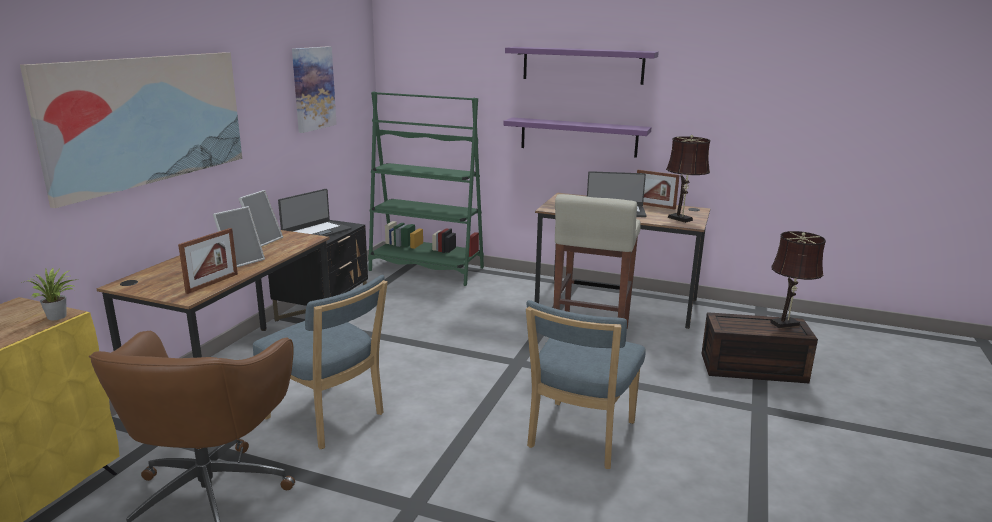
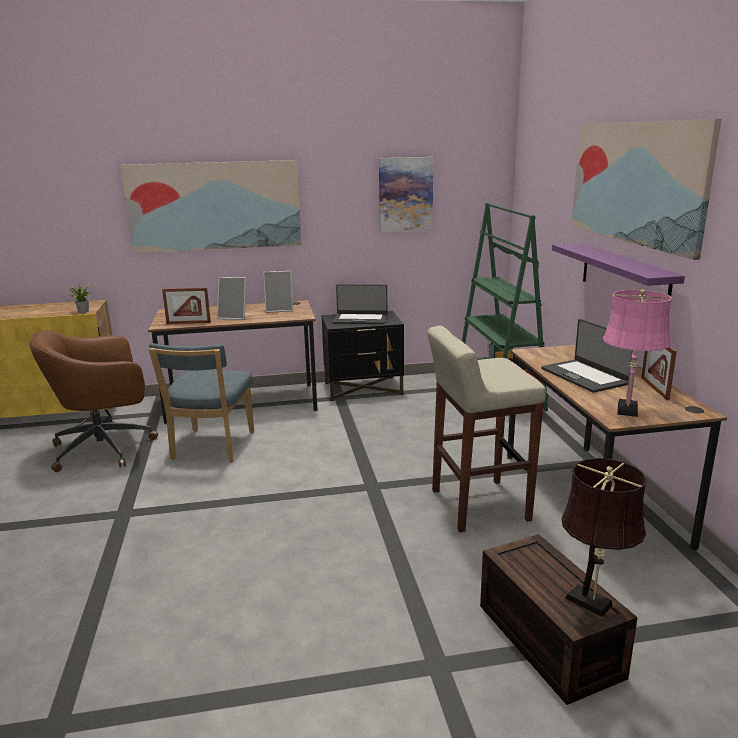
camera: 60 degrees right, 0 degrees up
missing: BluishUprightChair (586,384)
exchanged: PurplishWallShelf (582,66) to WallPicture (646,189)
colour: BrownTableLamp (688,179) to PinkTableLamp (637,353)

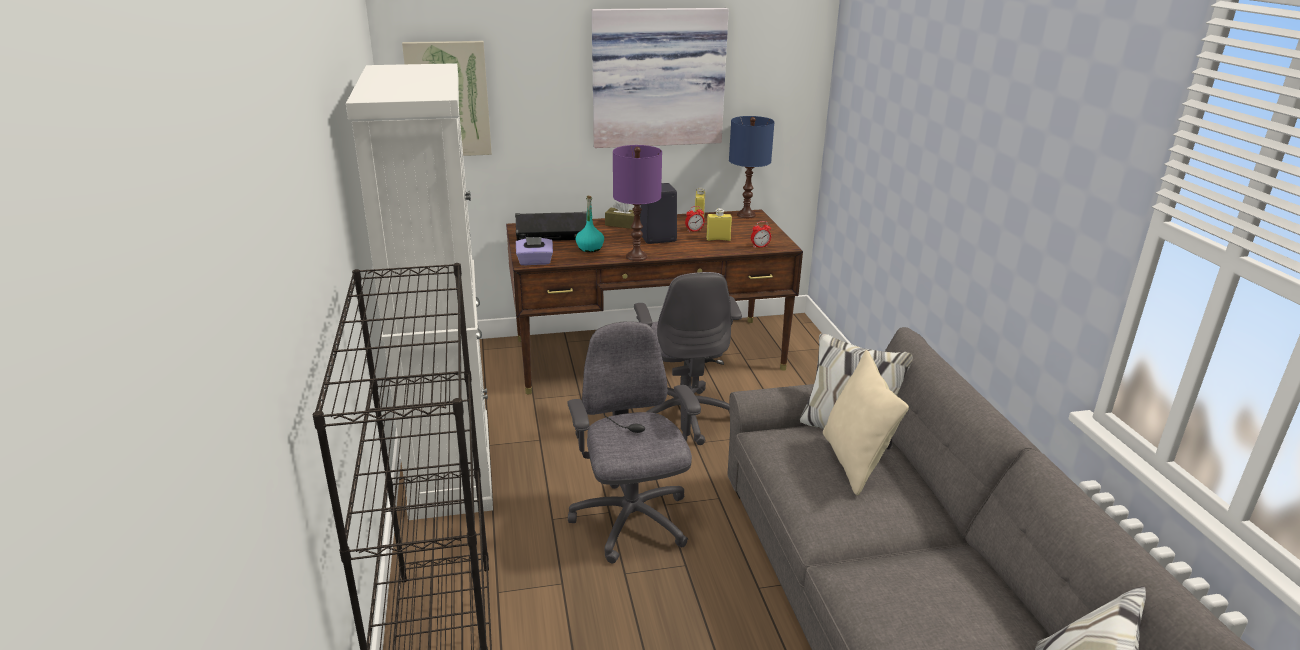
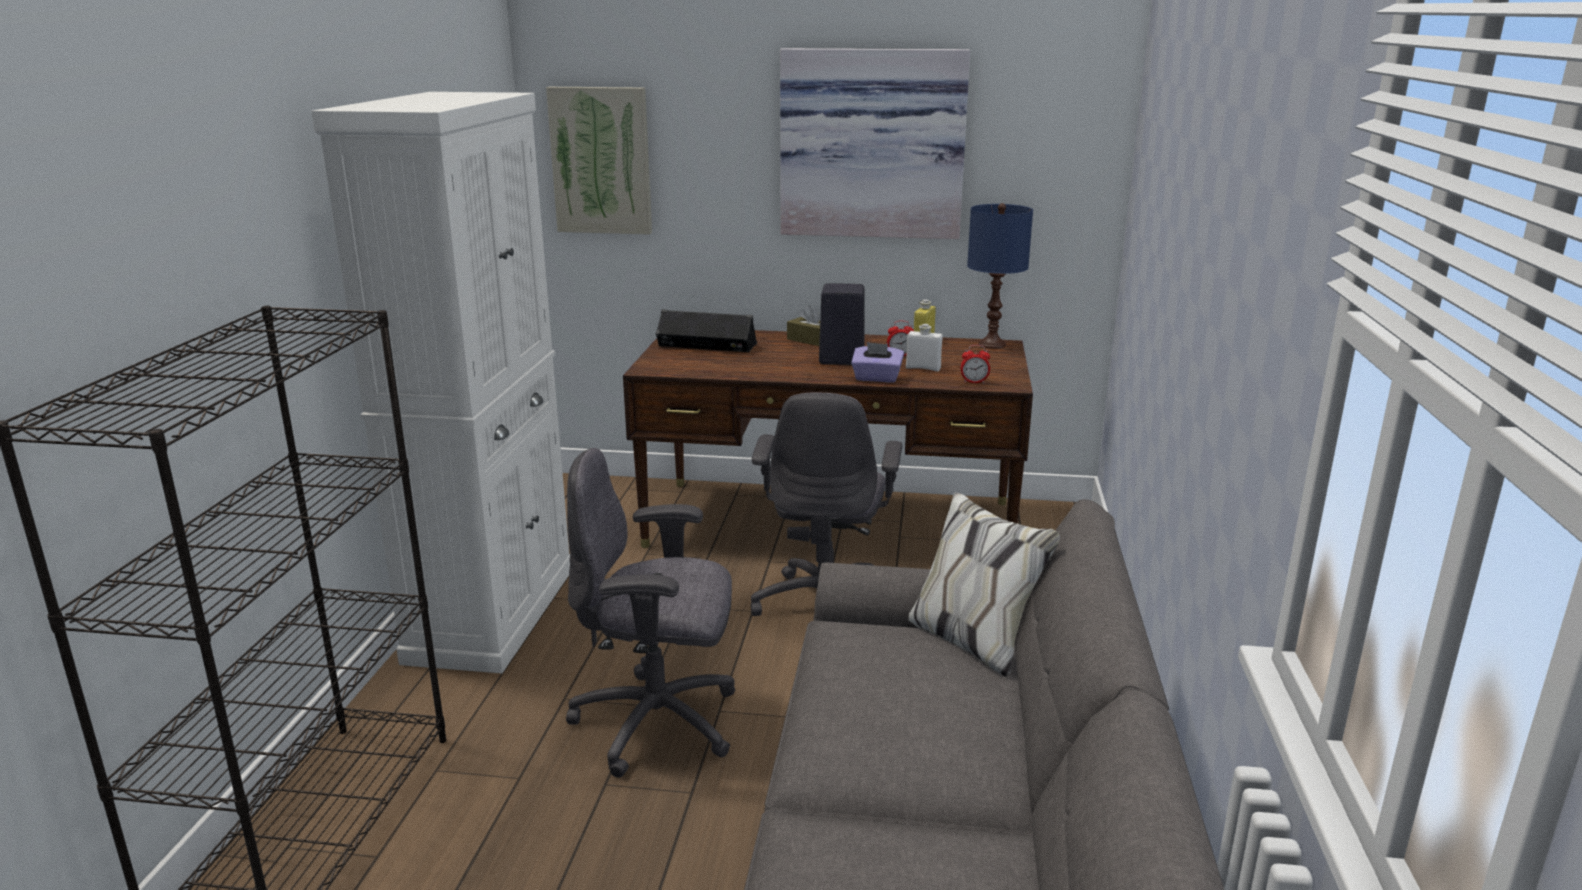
camera: 20 degrees right, 5 degrees down
missing: TurquoiseColouredBottle (590,224); PurplishTableLamp (637,203); BeigeCushion (866,423)
relocated: PurplishBoxOfTissues (534,251) to (877,362)
colour: YellowBottle (719,224) to WhiteBottle (924,348)
spun: GrayOfficeChair (634,442) = (650,613) 90 degrees counterclockwise

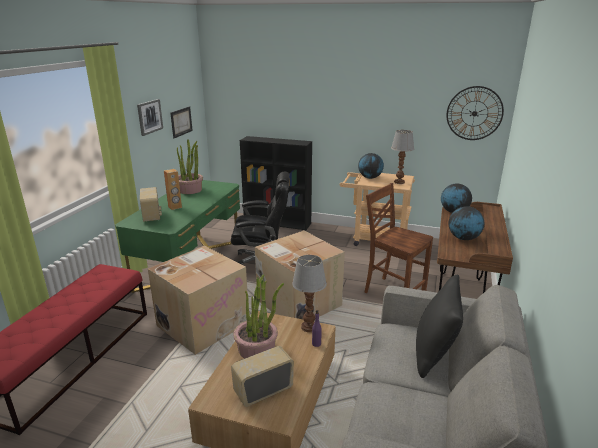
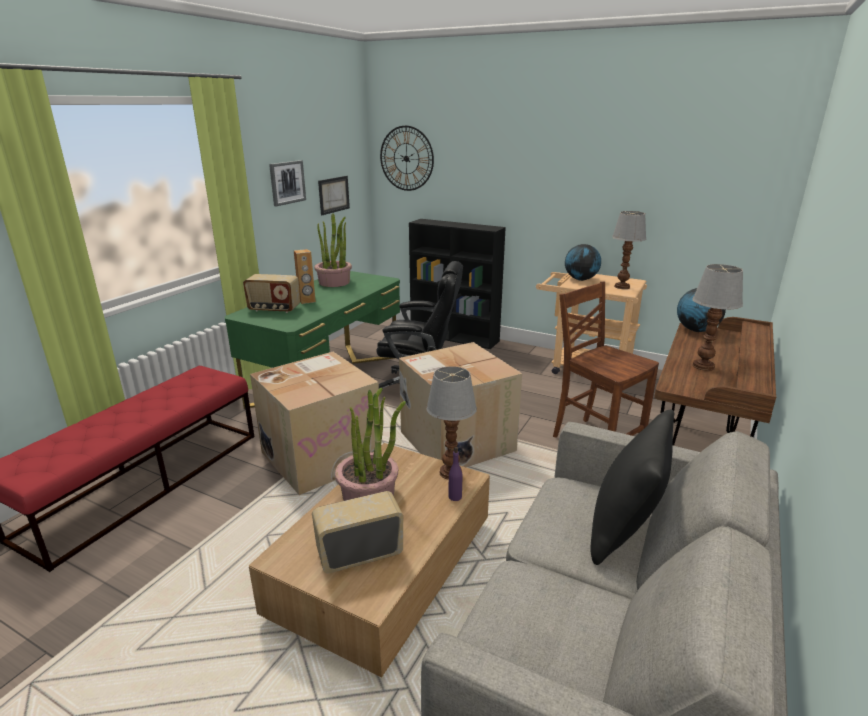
camera: 10 degrees right, 0 degrees up
relocated: WallClock (475,113) to (407,158)
exchanged: Globe (466,223) to TableLamp (717,317)
spun: Radio (151,204) = (271,293) 105 degrees clockwise

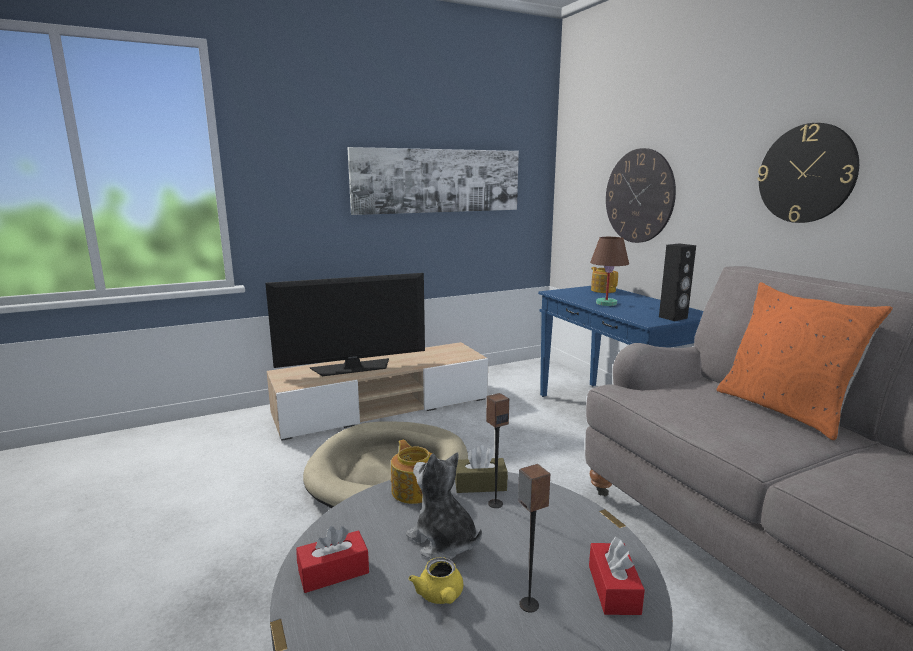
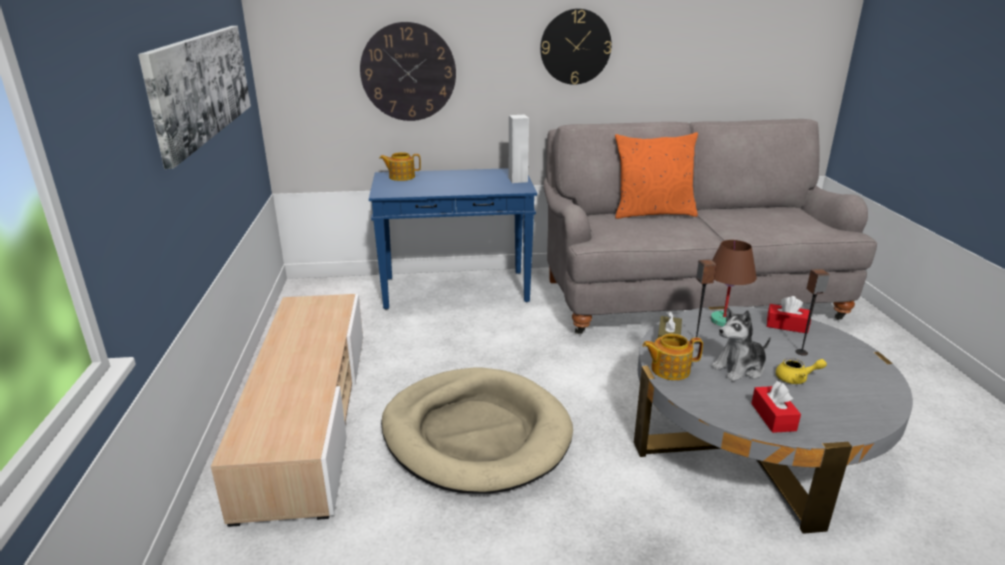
camera: 70 degrees left, 10 degrees up
missing: Television (345,324)
relocated: BrownTableLamp (609,271) to (734,283)
colour: BlackColouredSpeaker (677,282) to WhiteSpeaker (519,149)

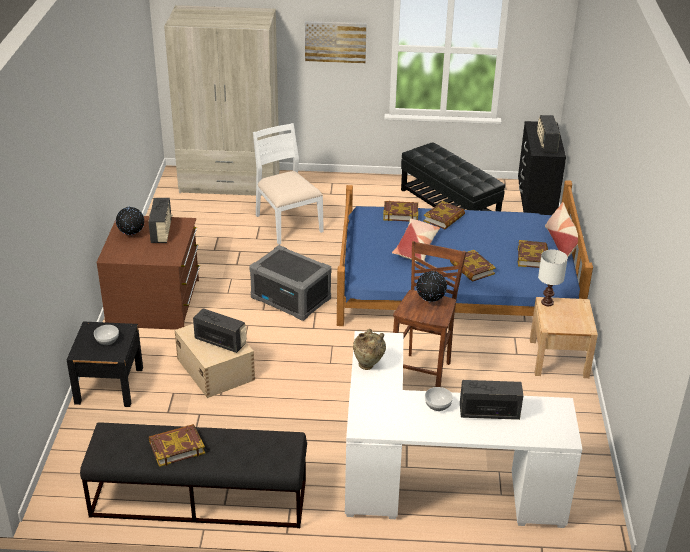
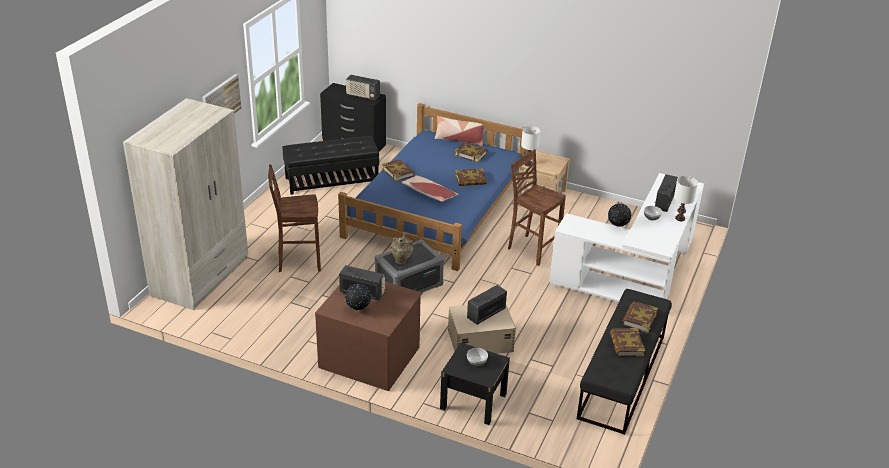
camera: 70 degrees left, 0 degrees up
appeared: WhiteTableLamp (686,198)
relocated: BeigeVase (369,349) to (402,248); Globe (431,286) to (619,215); BoundBook (400,211) to (640,317)
exchanged: WhiteUprightChair (288,184) to BrownStoolSeat (294,218)

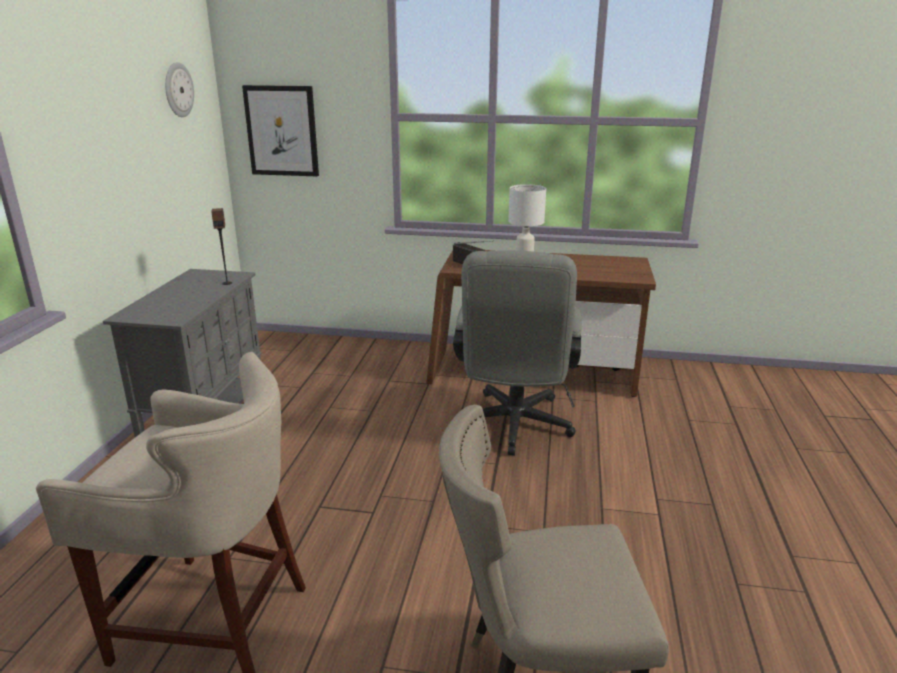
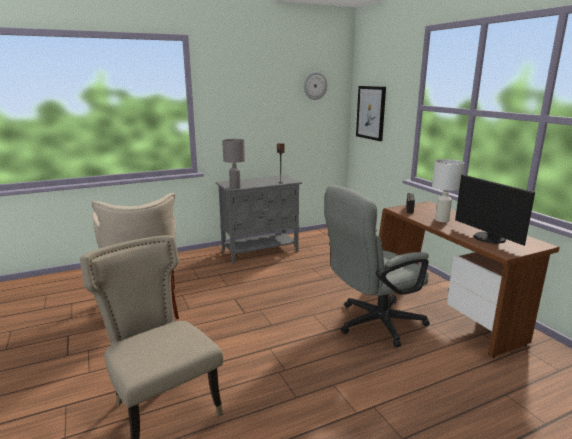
camera: 55 degrees right, 5 degrees down
appeared: GrayTableLamp (233,164); ComputerDisplay (495,210)

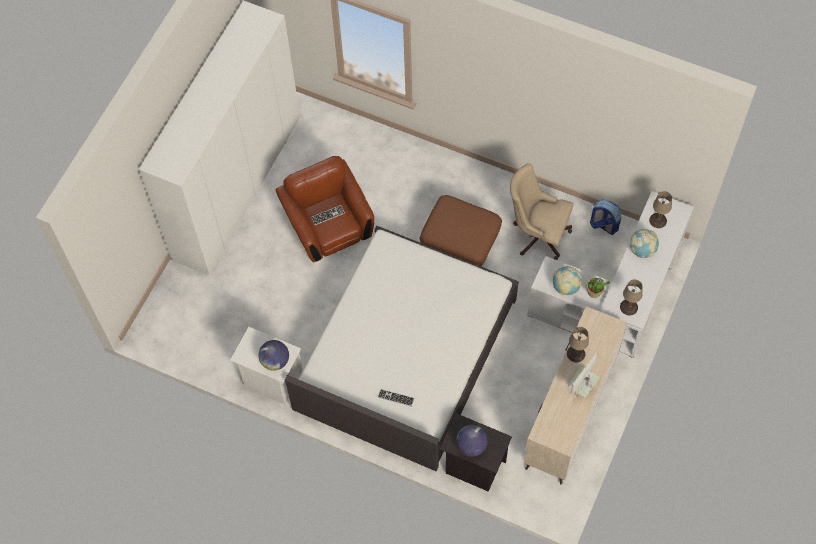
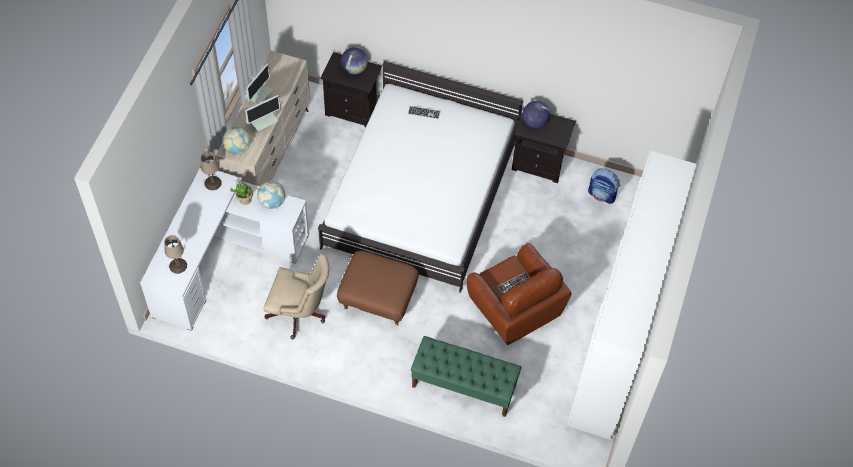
camera: 170 degrees right, 5 degrees down
appeared: GreenLongSeat (466,376)
relocated: Globe (644,243) to (236,141); Backpack (605,217) to (604,186)
exchanged: BeigeTableLamp (578,344) to ComputerDisplay (263,113)
colour: WhiteNightstand (266,366) to BlackColouredNightstand (544,145)

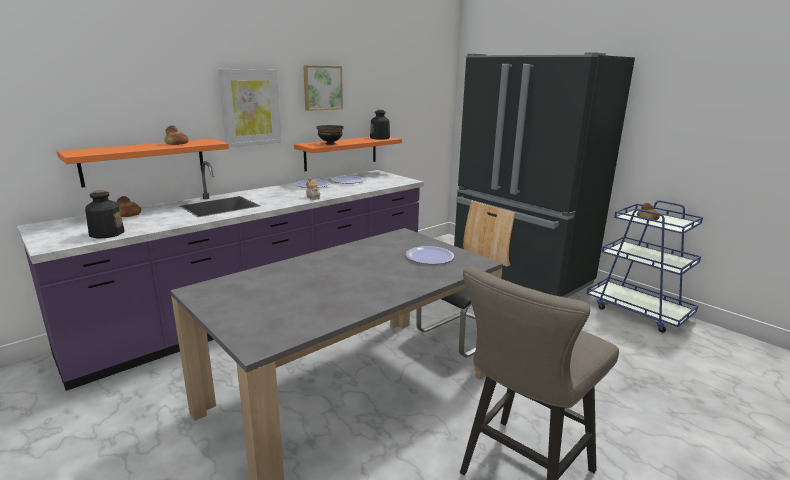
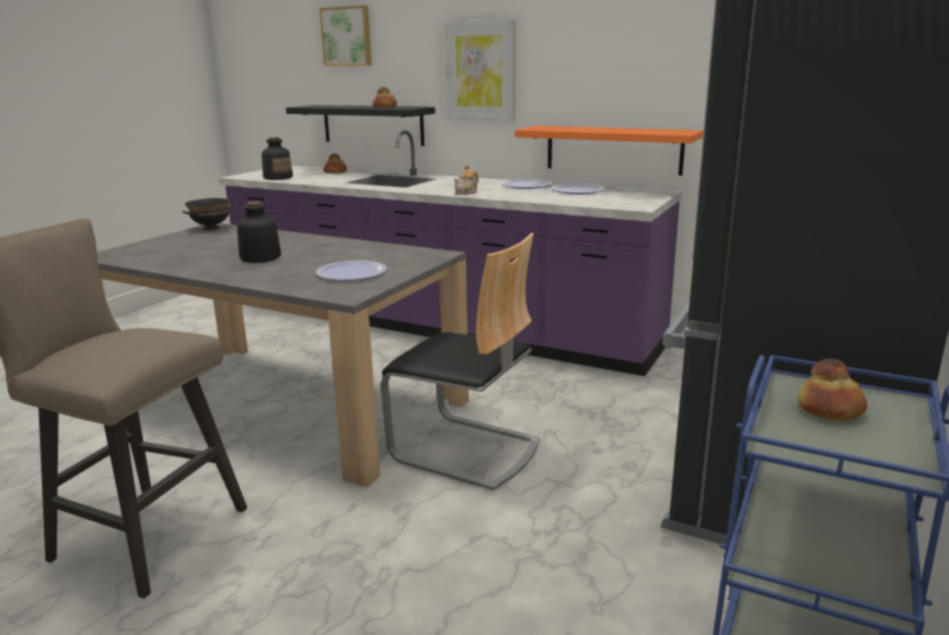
camera: 70 degrees right, 0 degrees up
relocated: BlackColouredBowl (330,135) to (208,214); Bottle (380,125) to (259,232); WallPicture (323,88) to (345,35)
colour: OrangeColouredWallShelf (143,163) to BlackColouredWallShelf (360,125)

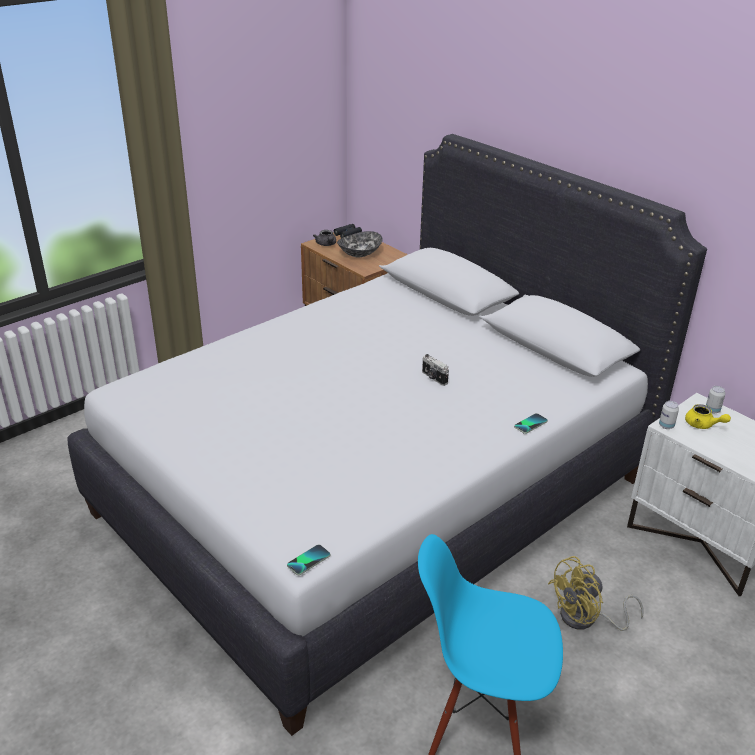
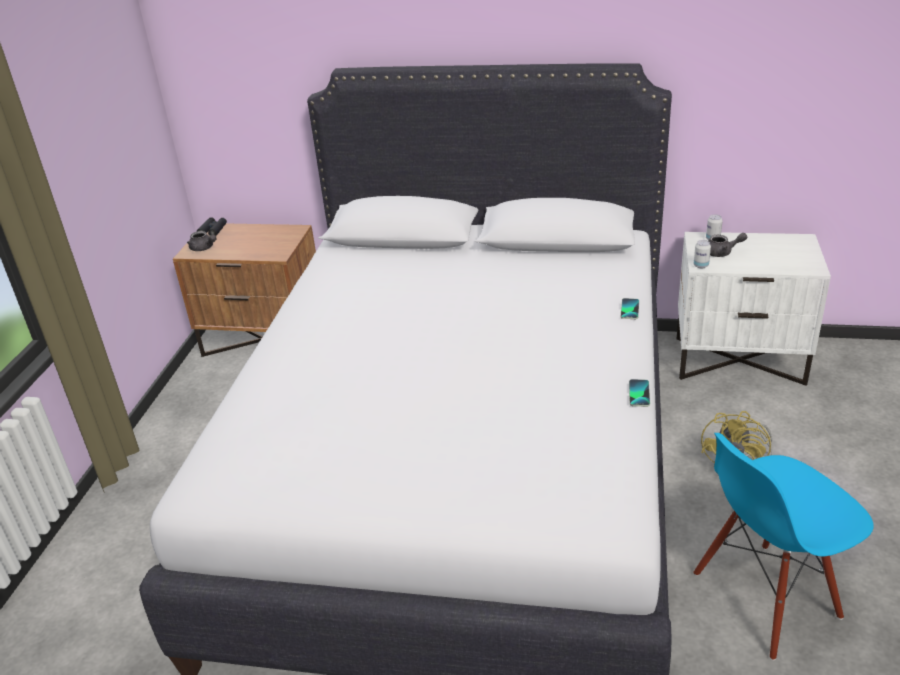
camera: 35 degrees left, 0 degrees up
missing: Bowl (360,244); StillCamera (435,370)
relocated: Telephone (308,559) to (639,393)
colour: YellowTeaPot (708,416) to GrayTeaPot (727,245)

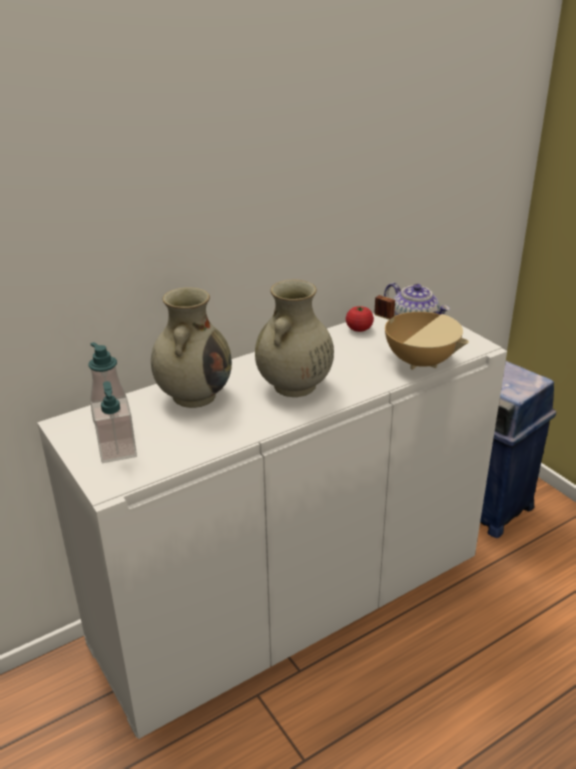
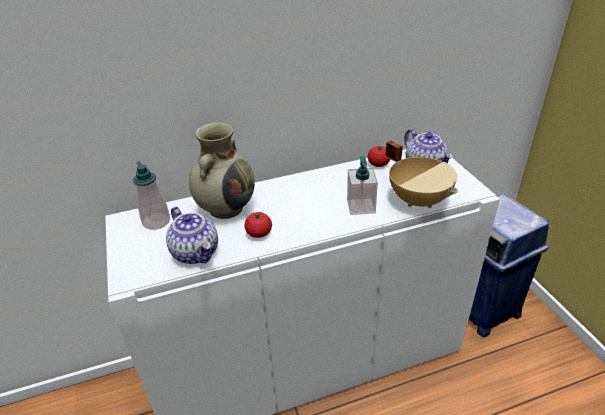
camera: 15 degrees right, 5 degrees up
missing: BeigeVase (294,338)
appeared: TeaPot (192,235); Tomato (258,225)
relocated: LiquidSoapBottle (114,422) to (362,185)

